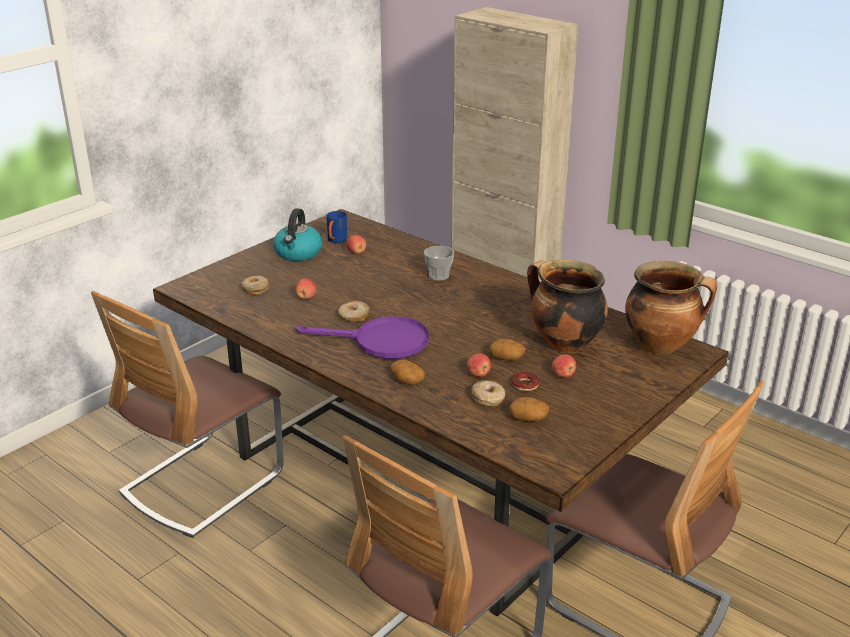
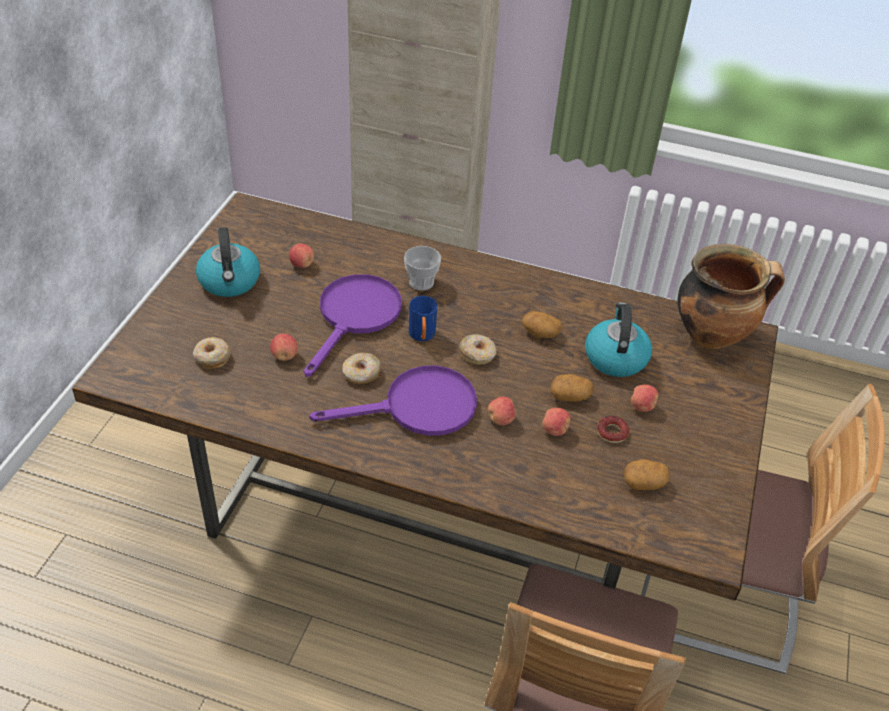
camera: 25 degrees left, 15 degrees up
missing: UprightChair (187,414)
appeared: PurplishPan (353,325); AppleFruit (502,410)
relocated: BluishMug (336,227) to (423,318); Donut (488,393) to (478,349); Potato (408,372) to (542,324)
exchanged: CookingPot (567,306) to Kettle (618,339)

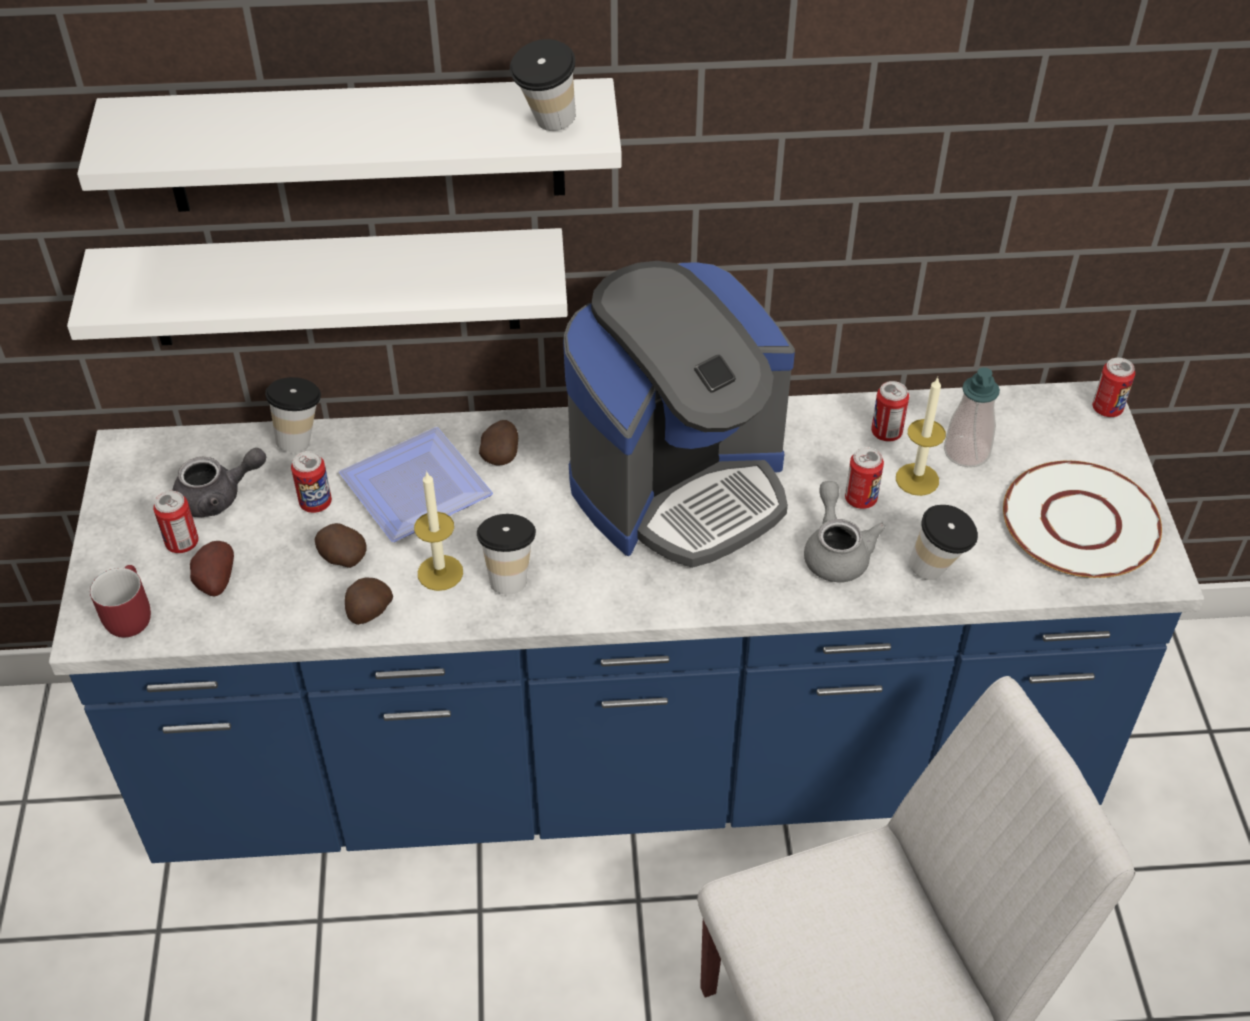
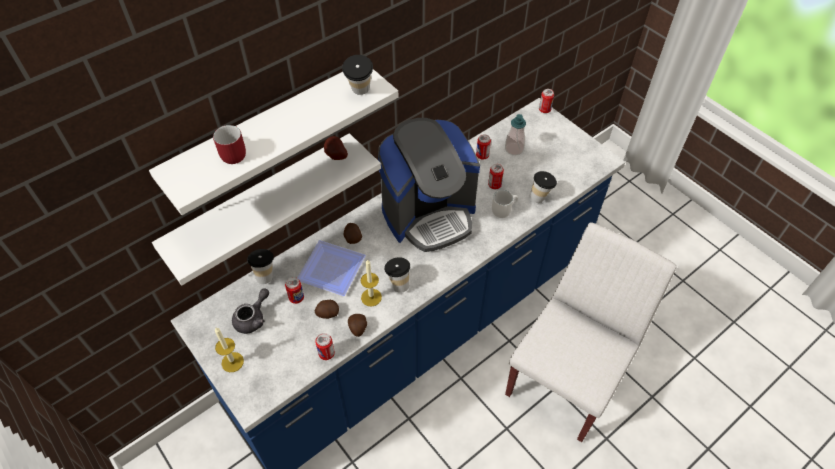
camera: 35 degrees left, 5 degrees up
missing: WhiteFlatDish (1082,519)
relocated: RedColouredMug (120,601) to (229,144); WaxLight (921,436) to (229,350); MetalCan (176,522) to (325,346); Potato (212,569) to (336,148)
exchanged: GrayTeaPot (845,532) to WhiteMug (505,204)
spun: CoffeeMachine (679,414) = (429,185) 45 degrees clockwise

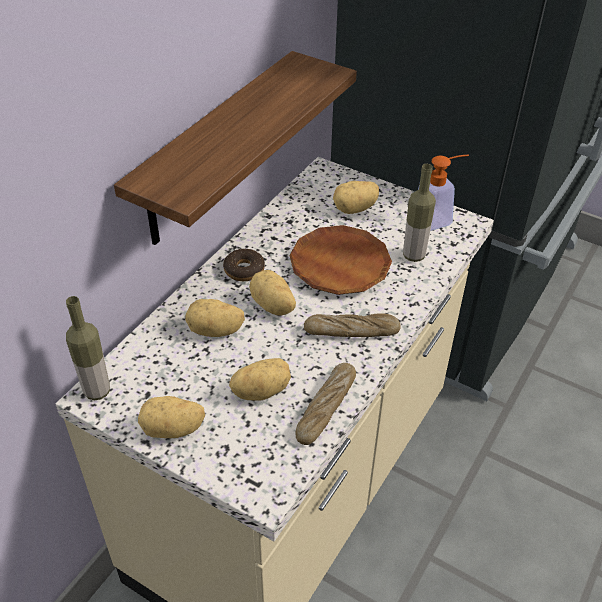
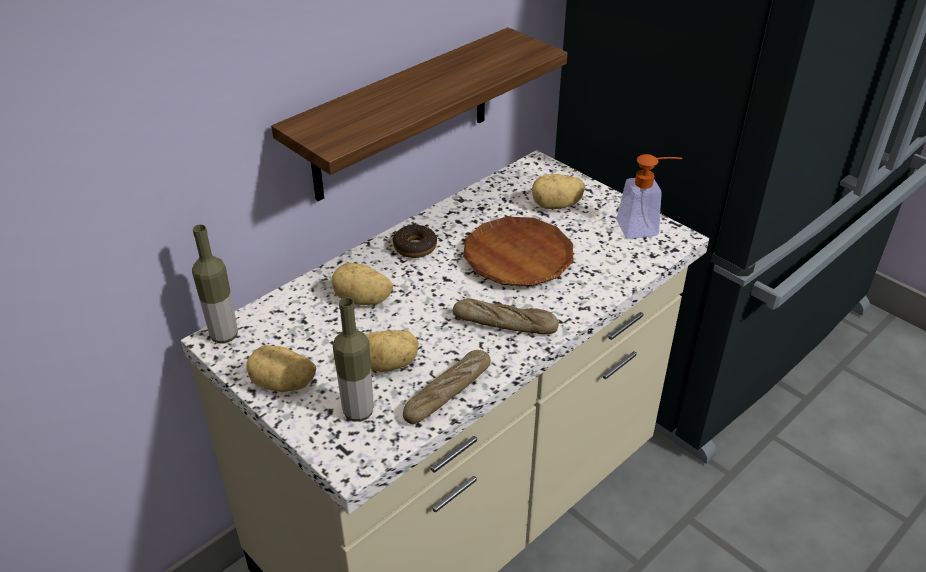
camera: 15 degrees right, 5 degrees down
missing: Potato (272,293)
relocated: Bottle (419,213) to (353,359)

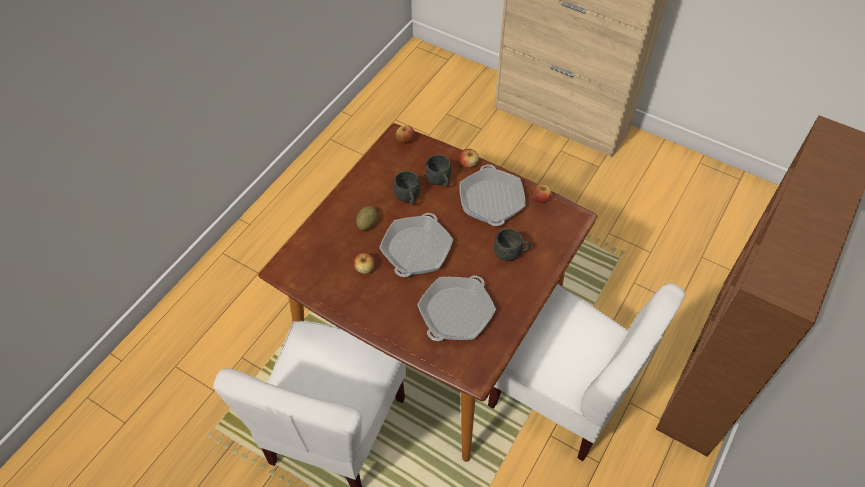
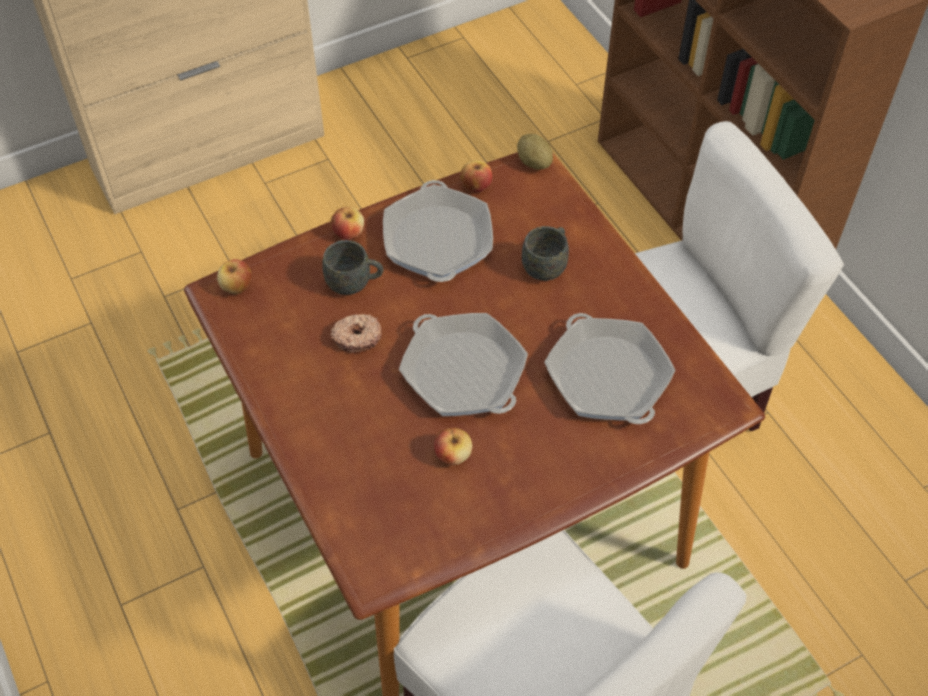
camera: 60 degrees left, 0 degrees up
relocated: Potato (366,218) to (535,152)
exchanged: GrayMug (406,188) to Donut (356,333)
spun: Pan (492,195) = (438,231) 60 degrees clockwise

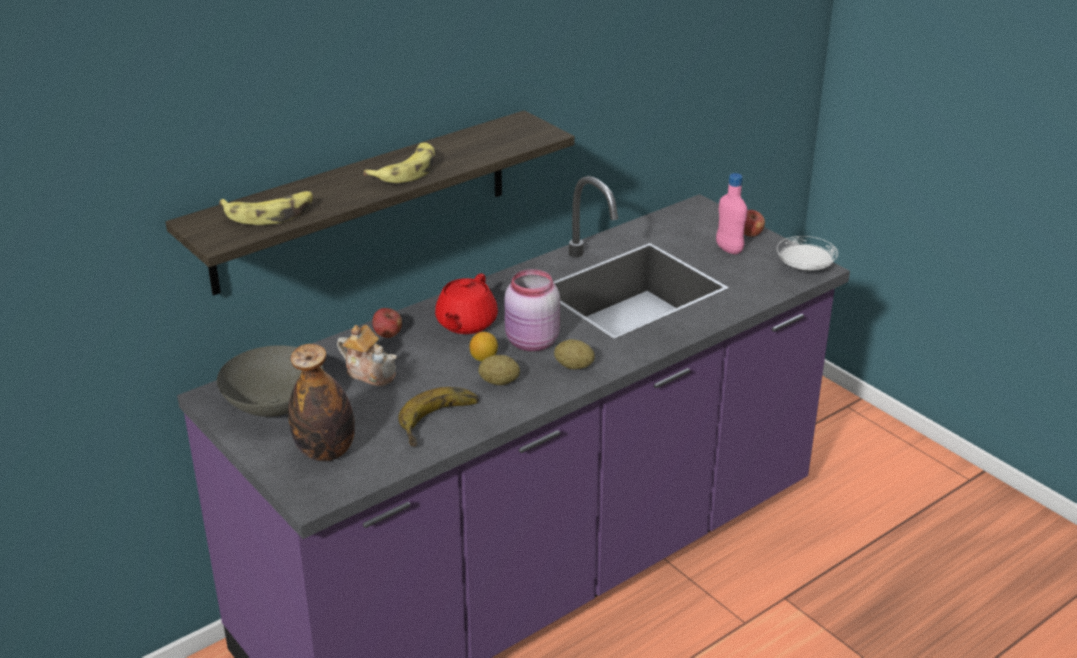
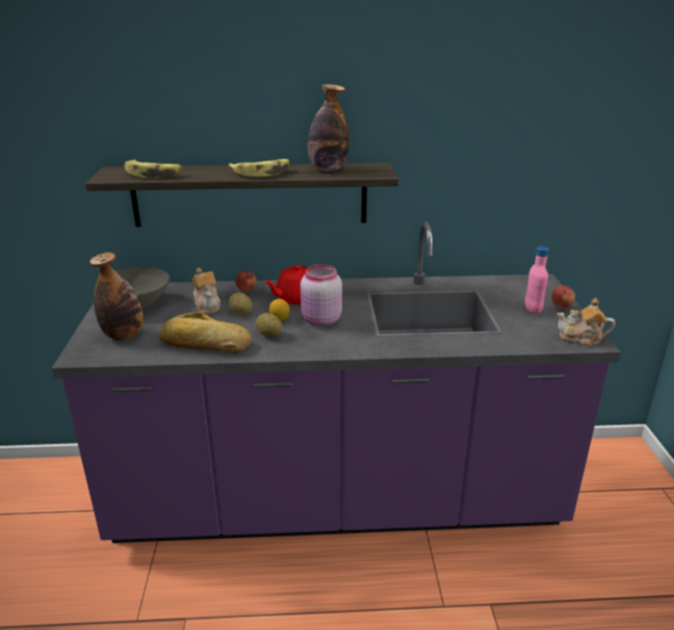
camera: 35 degrees right, 5 degrees down
appeared: Bottle (328,127)
relocated: Potato (574,354) to (240,303)
exchanged: WholeBanana (438,417) to BakeryBread (205,332); WhiteFlatDish (807,253) to TeaPot (586,322)

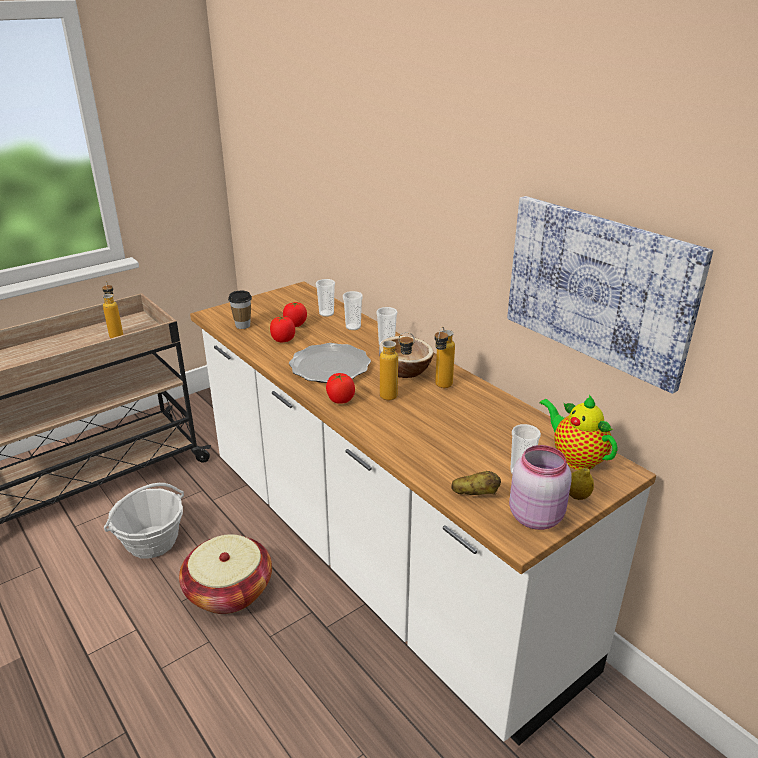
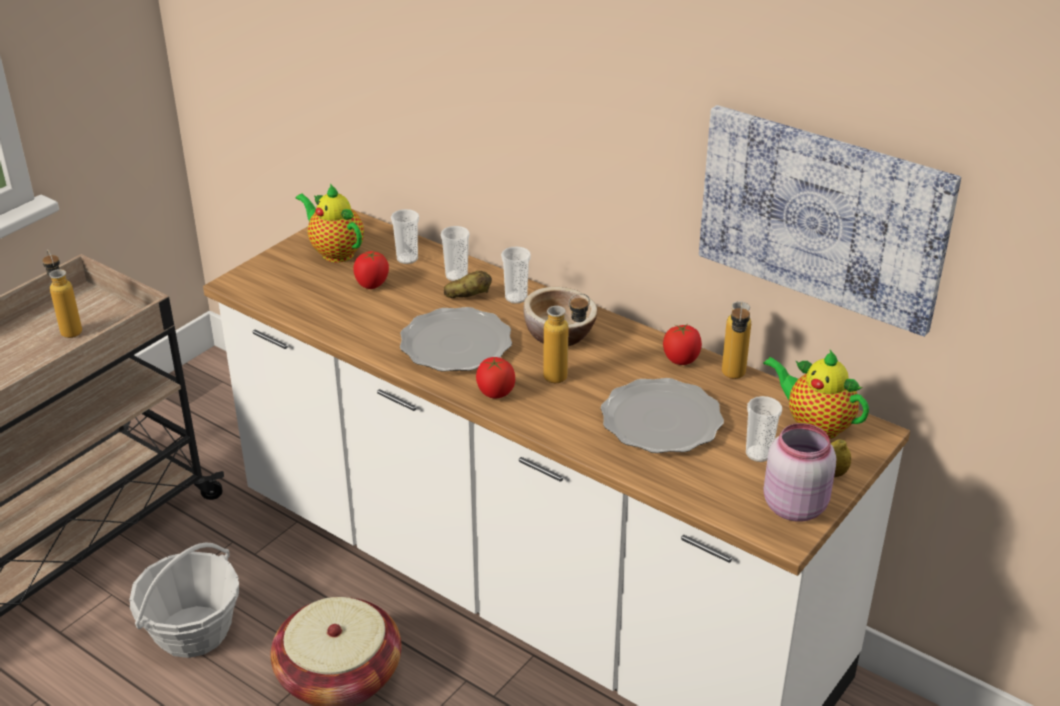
camera: 15 degrees left, 5 degrees up
missing: DrinkingCup (240,310)
appeared: TeaPot (330,222); FlatDish (662,415)
relocated: Potato (476,483) to (468,284); Tomato (282,329) to (682,344); Bottle (444,357) to (736,340)

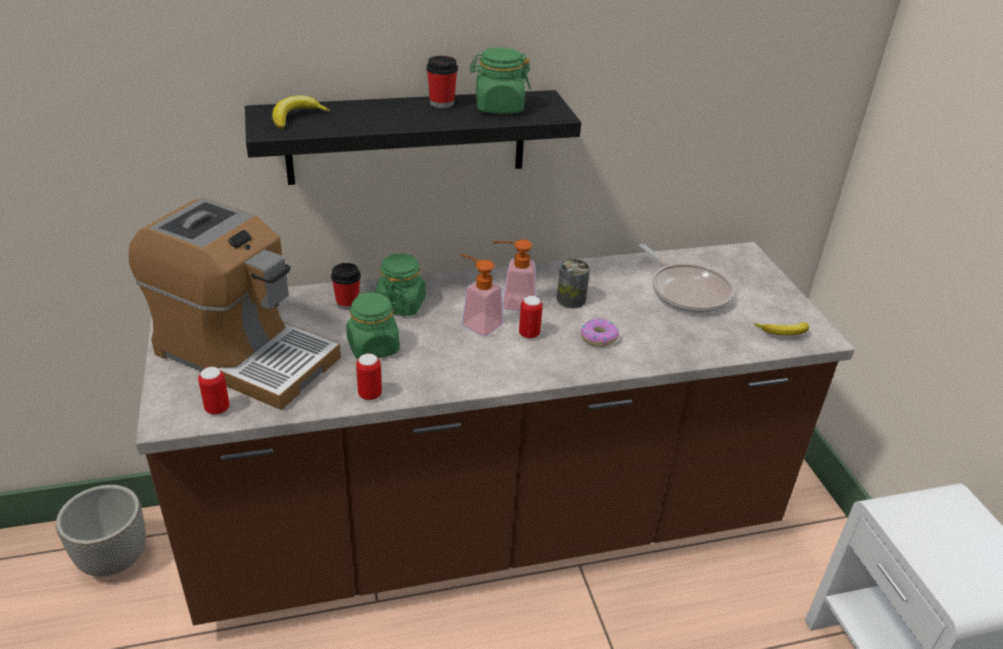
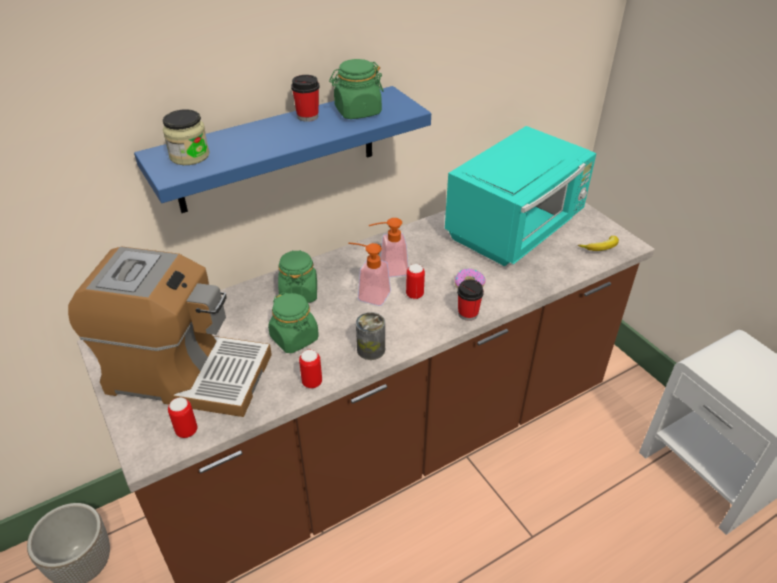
camera: 15 degrees left, 5 degrees up
relocated: MetalCan (573,283) to (370,336); DrinkingCup (346,286) to (470,300)
exchanged: WholeBanana (301,112) to StorageJar (186,137); Pan (686,278) to TurquoiseColouredKitchenMicrowave (520,196)
colour: BlackColouredWallShelf (413,137) to BluishWallShelf (282,149)

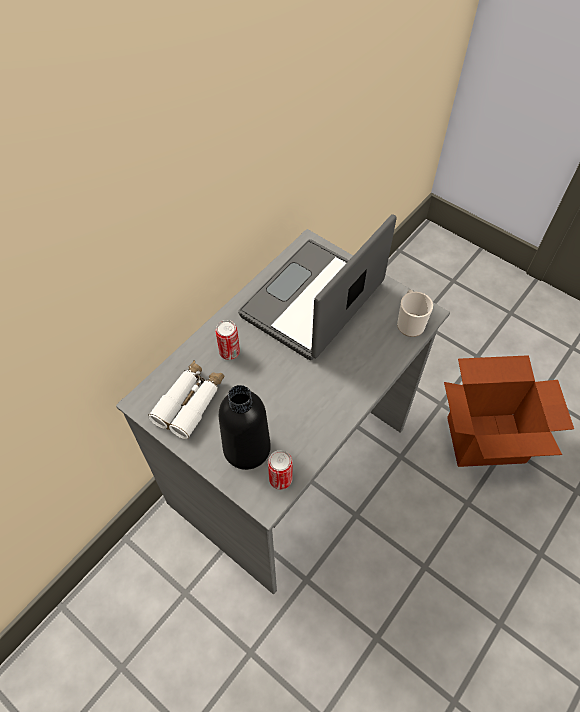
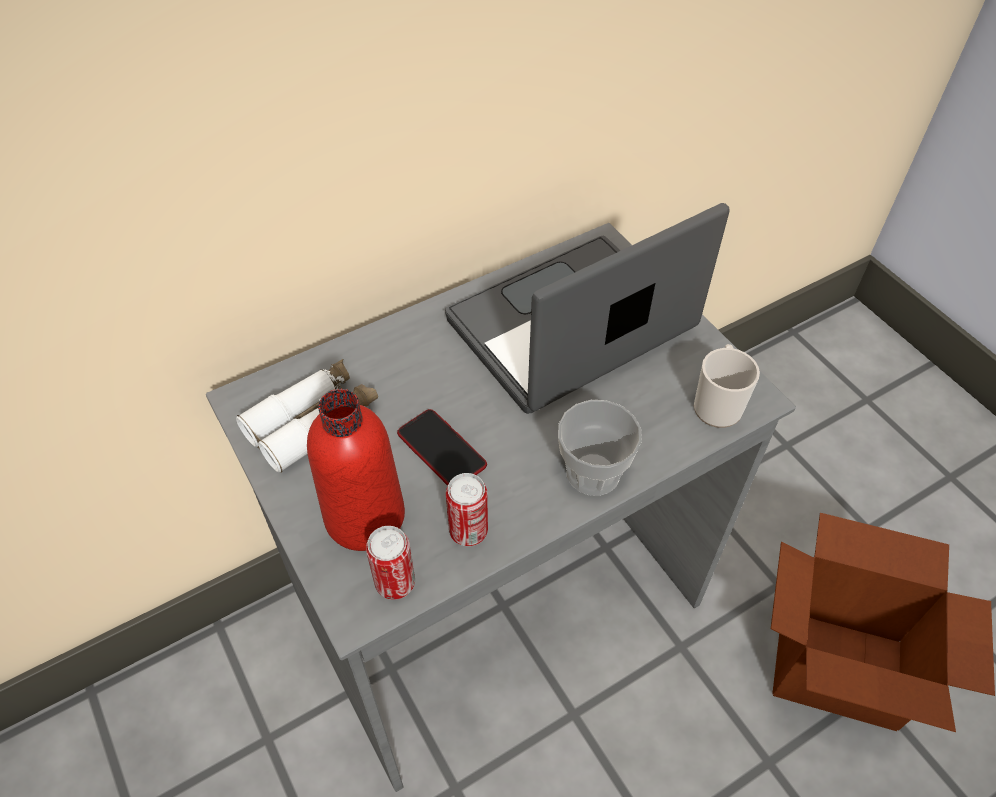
camera: 20 degrees right, 5 degrees down
appeared: Telephone (442,447); DrinkingCup (600,448)
relocated: MetalCan (228,340) to (467,509)
colour: BlackColouredBottle (245,427) to RedColouredBottle (356,470)

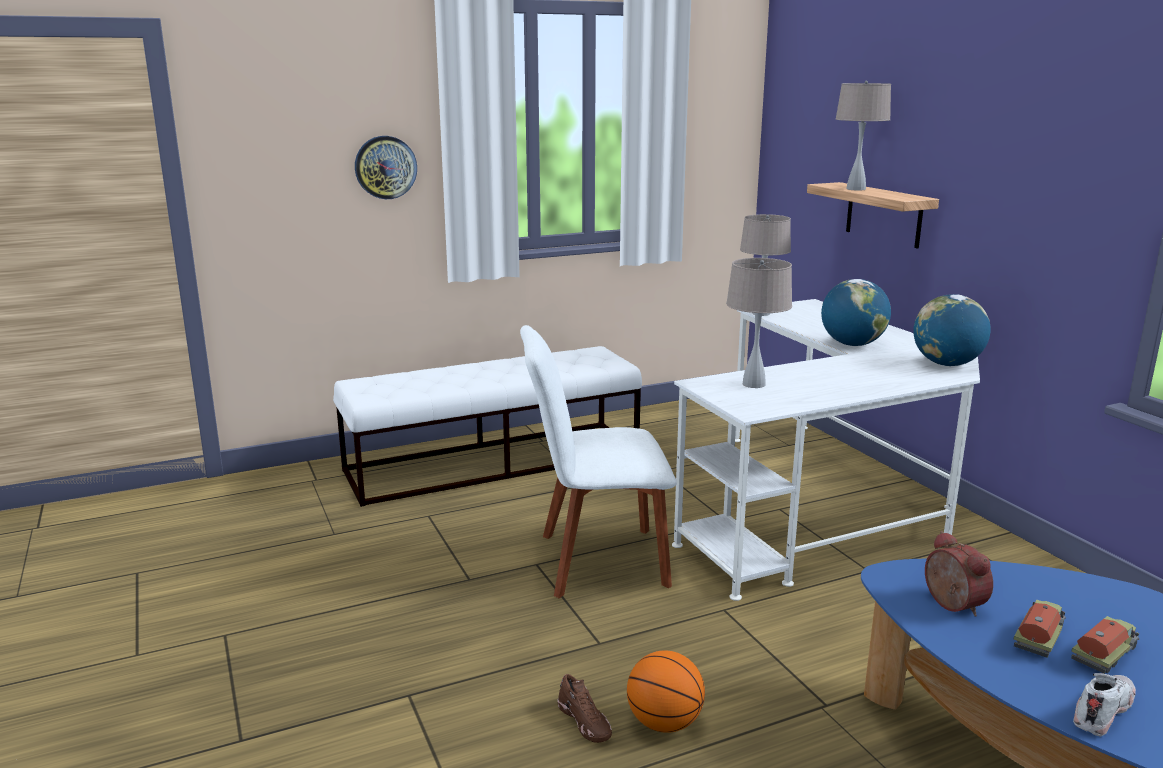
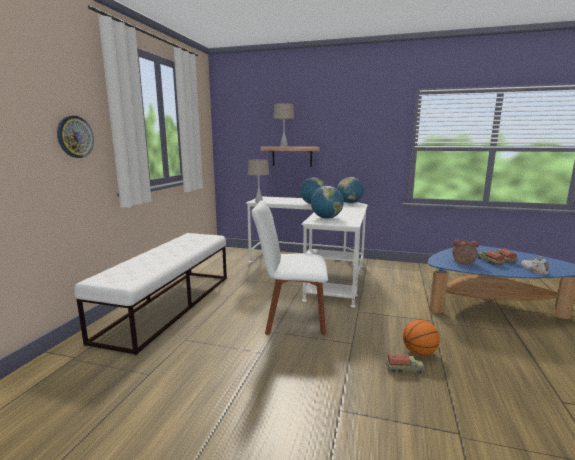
camera: 50 degrees left, 5 degrees down
exchanged: BeigeTableLamp (759,323) to Globe (327,202); BrownItemOfFootwear (584,708) to ModelTruck (405,364)
spun: WhiteUprightChair (598,461) = (289,267) 60 degrees clockwise

